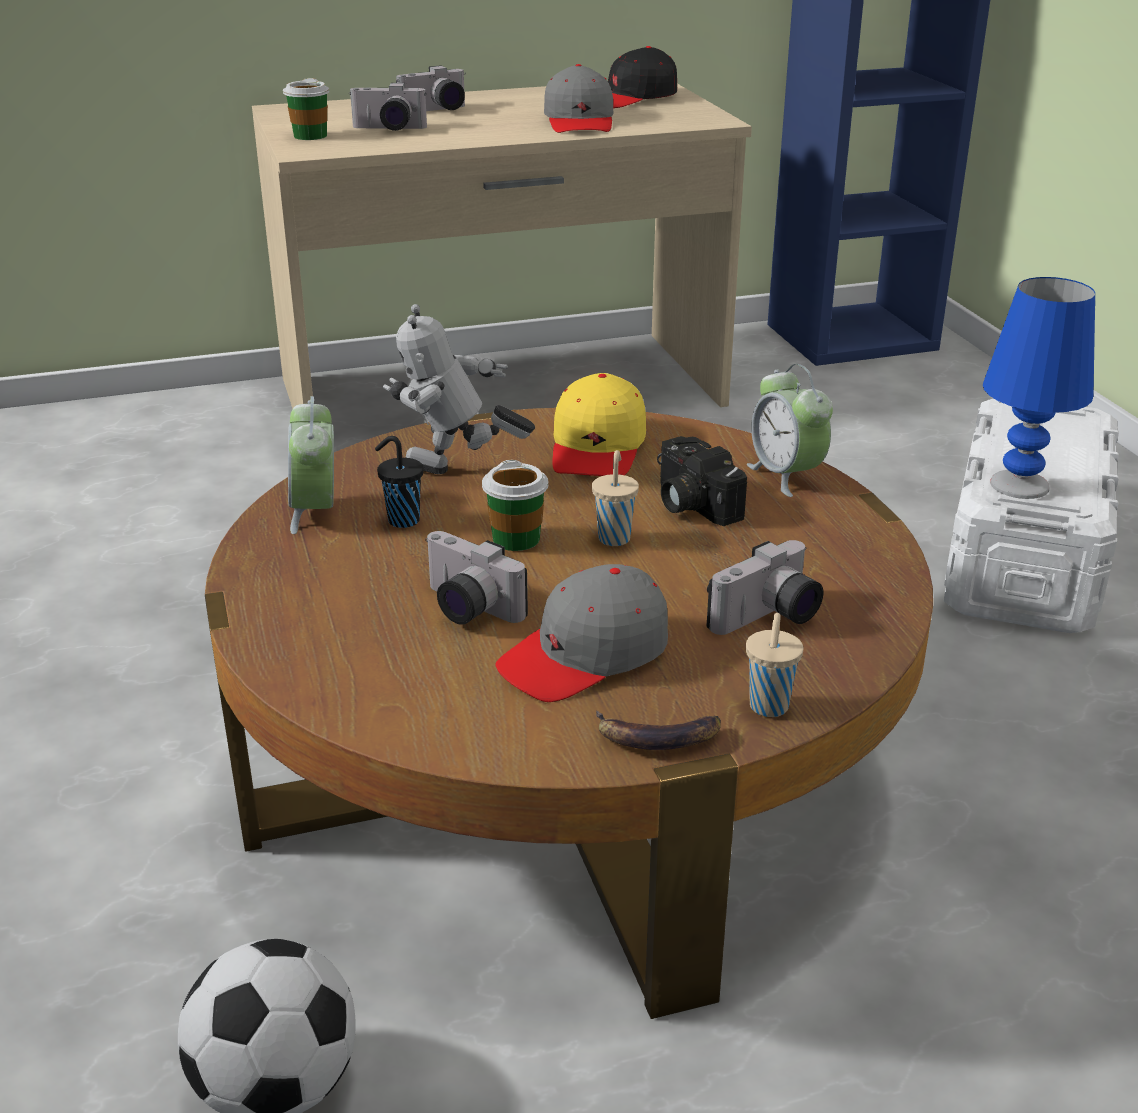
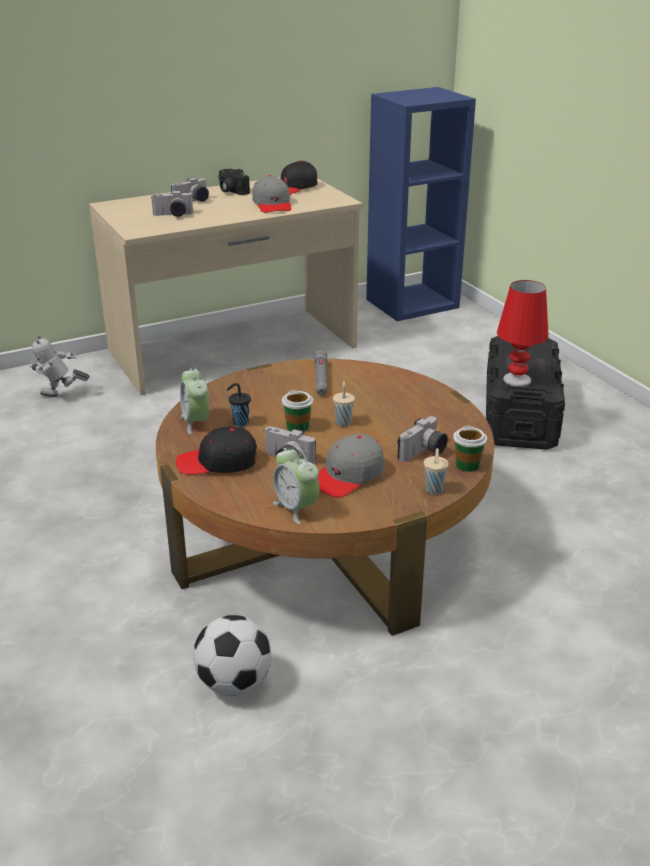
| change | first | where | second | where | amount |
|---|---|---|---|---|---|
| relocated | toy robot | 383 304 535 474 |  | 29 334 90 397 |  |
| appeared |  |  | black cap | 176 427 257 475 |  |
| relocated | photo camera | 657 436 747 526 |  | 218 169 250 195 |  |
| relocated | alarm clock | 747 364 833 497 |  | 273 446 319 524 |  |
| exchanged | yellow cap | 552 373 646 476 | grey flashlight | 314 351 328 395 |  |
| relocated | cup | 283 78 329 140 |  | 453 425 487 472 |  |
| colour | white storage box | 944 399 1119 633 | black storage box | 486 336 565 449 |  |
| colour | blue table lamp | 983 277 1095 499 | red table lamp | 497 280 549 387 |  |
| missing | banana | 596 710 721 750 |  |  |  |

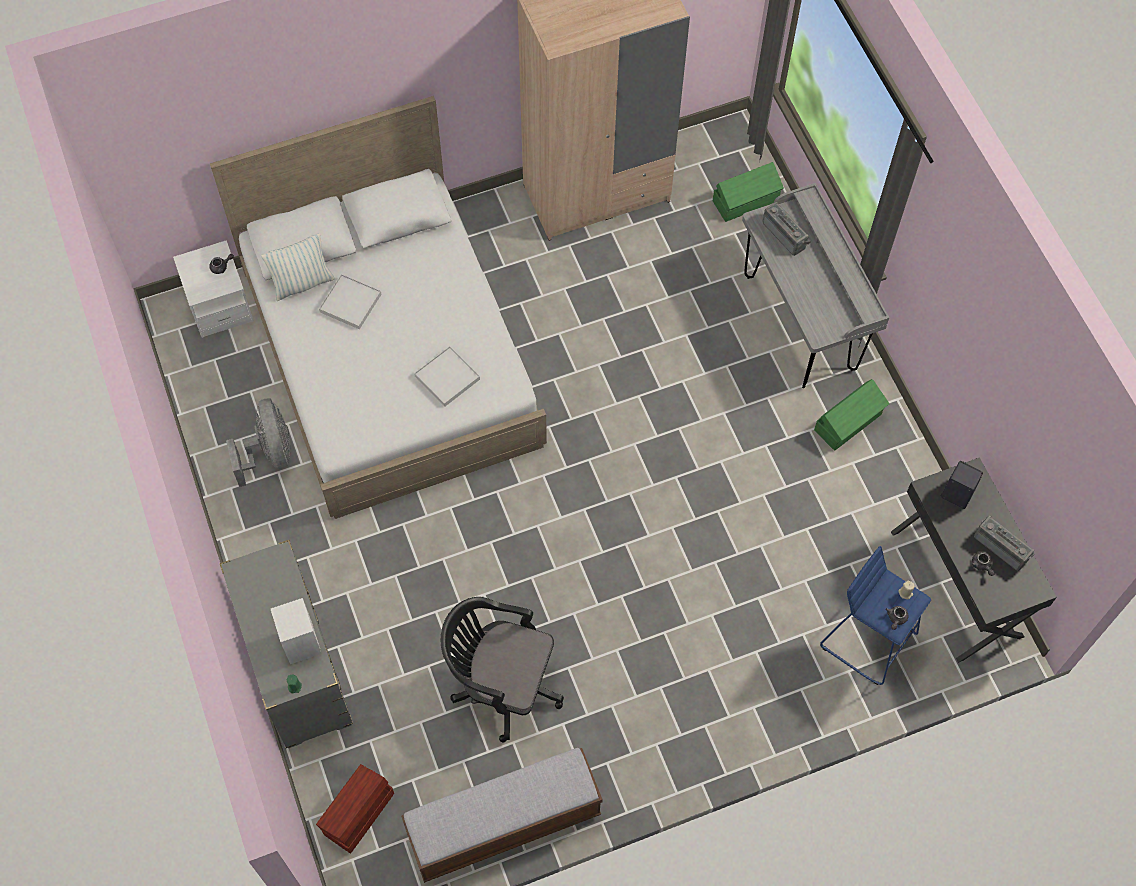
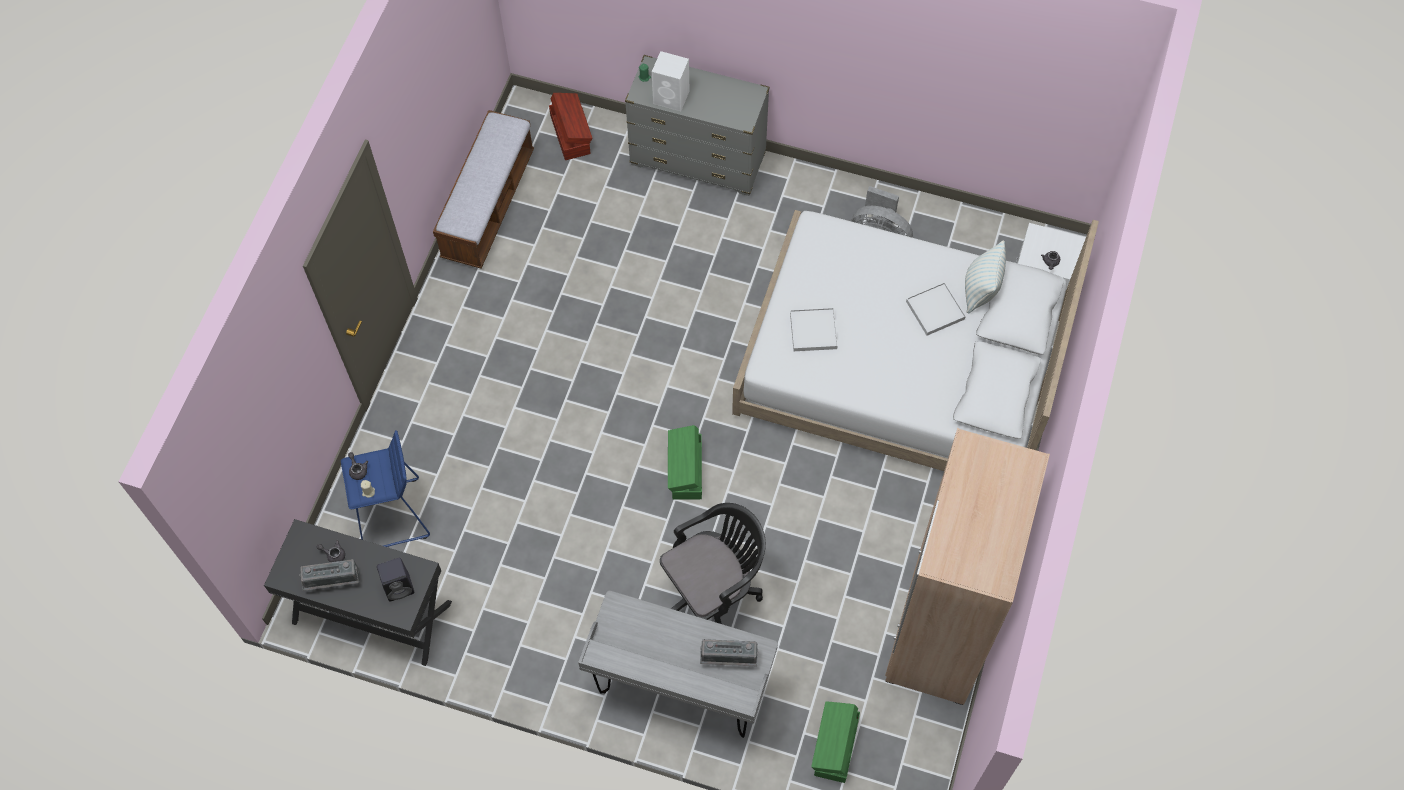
| change | first | where | second | where | amount |
|---|---|---|---|---|---|
| relocated | black office chair | 441 597 564 743 |  | 660 503 766 624 |  |
| relocated | green storage box | 814 379 889 451 |  | 668 425 702 500 |  |

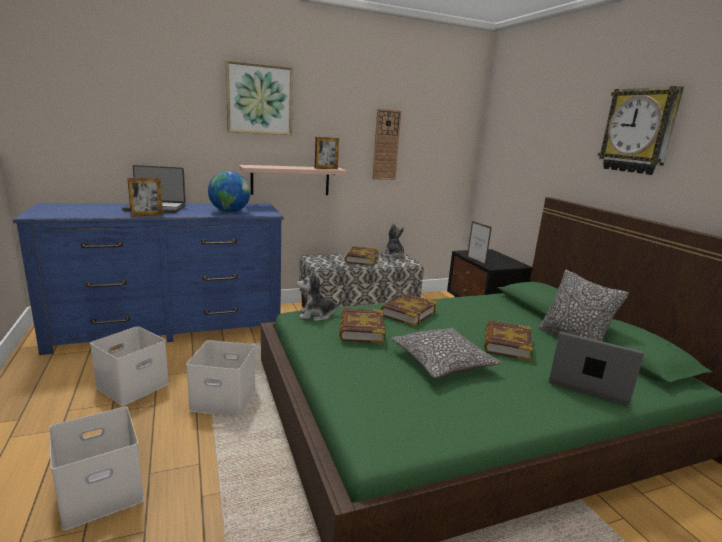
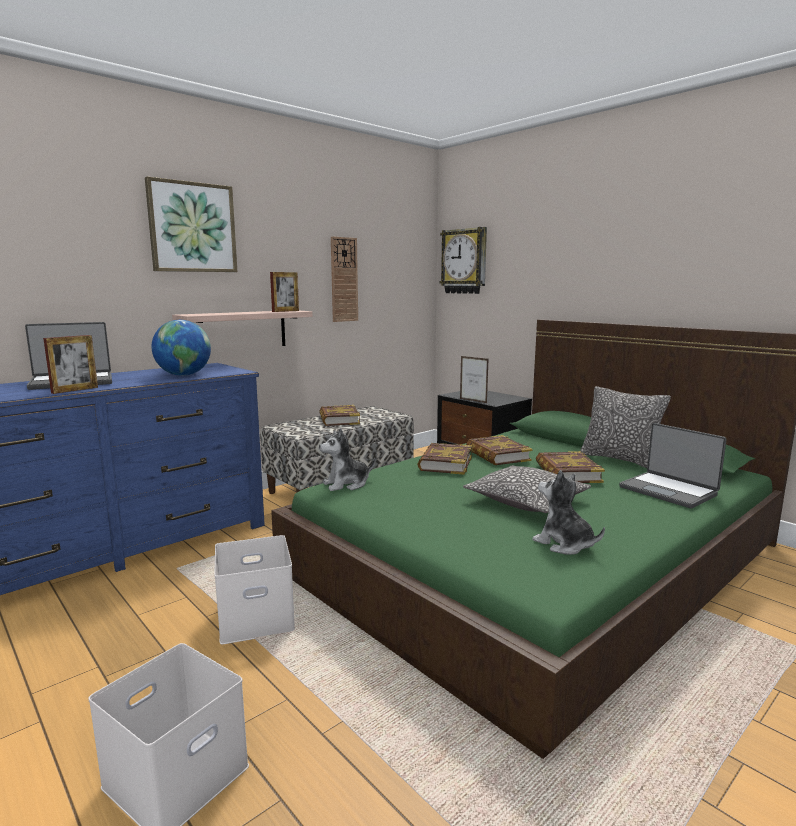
| change | first | where | second | where | amount |
|---|---|---|---|---|---|
| relocated | wall clock | 598 86 684 175 |  | 440 227 487 294 |  |
| relocated | book | 339 308 385 344 |  | 466 435 533 465 |  |
| relocated | plush toy | 383 223 404 258 |  | 532 470 605 555 |  |
| spun | laptop | 549 332 644 406 |  | 619 423 727 509 | 135 degrees counterclockwise |
| missing | white storage box | 90 326 169 406 |  |  |  |

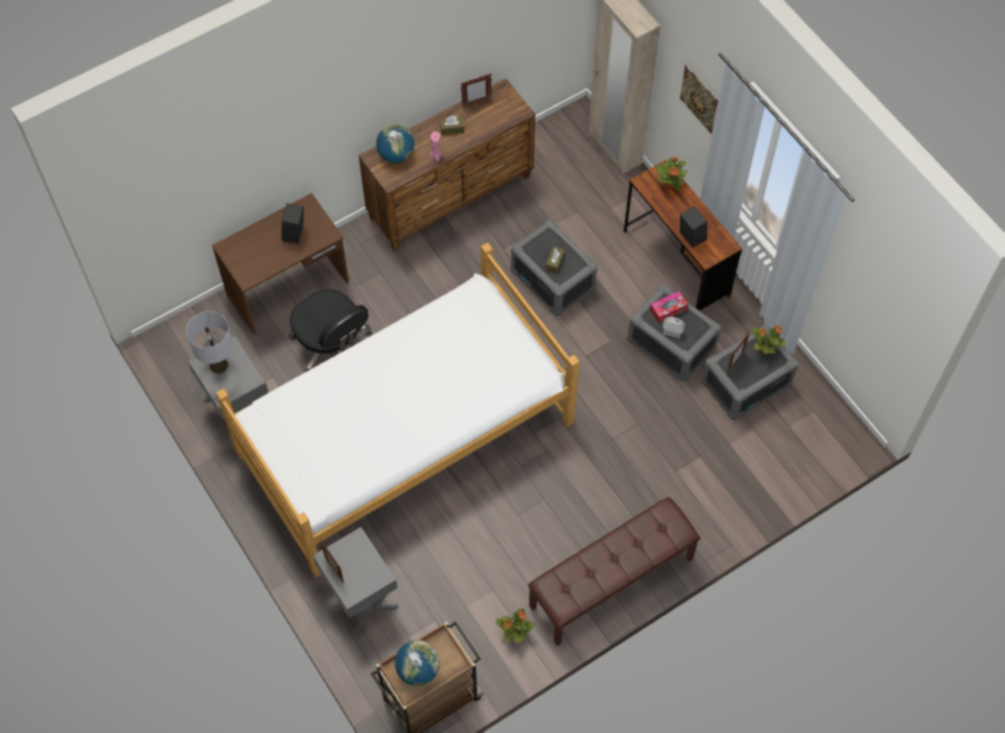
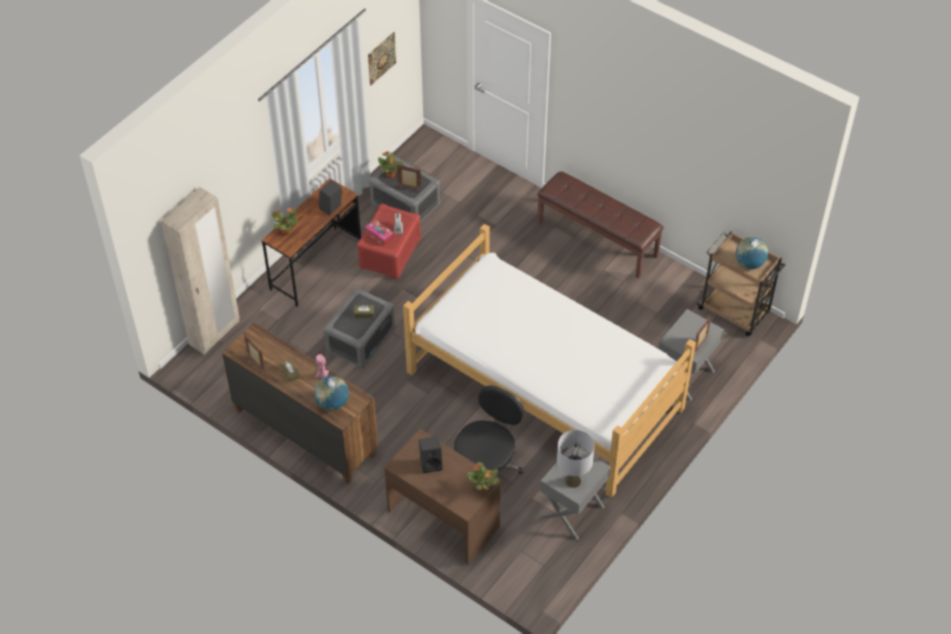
| change | first | where | second | where | amount |
|---|---|---|---|---|---|
| colour | grey storage box | 627 284 722 382 | red storage box | 357 204 421 279 |  |
| relocated | picture | 680 65 718 134 |  | 368 32 396 85 |  |
| relocated | potted plant | 496 608 534 643 |  | 467 462 500 492 |  |

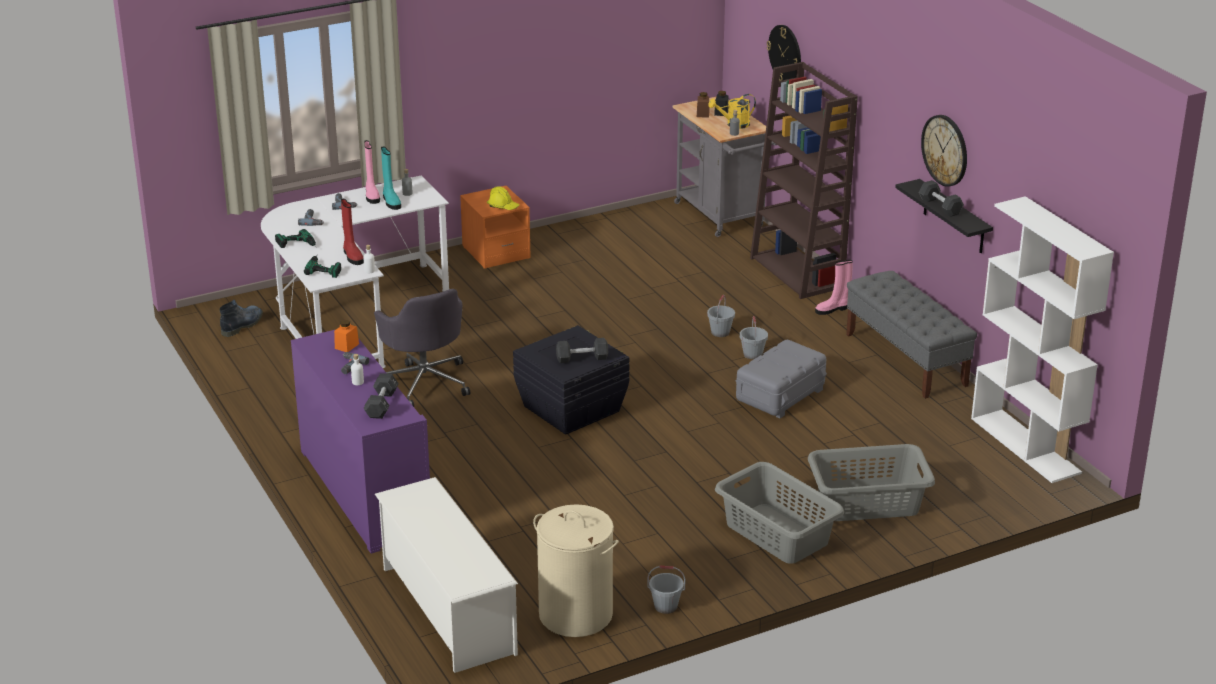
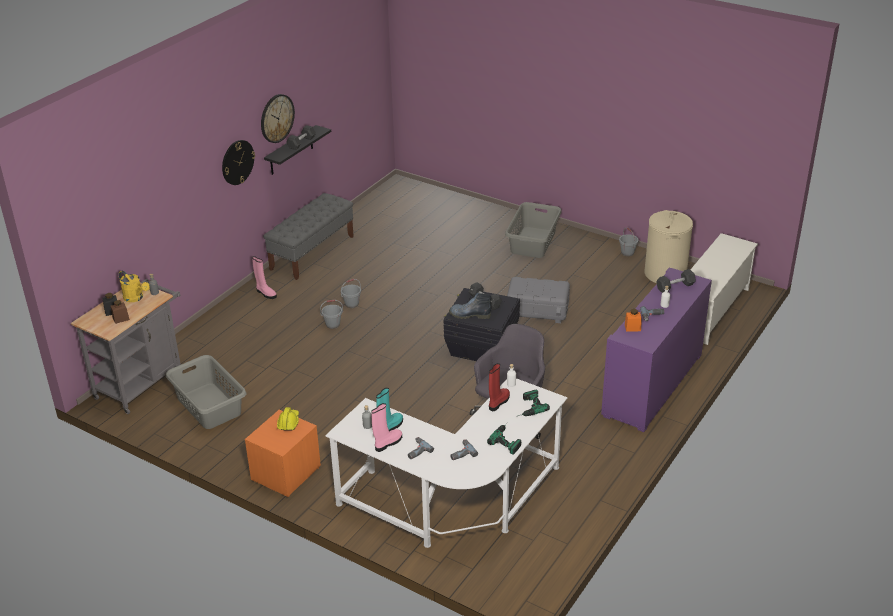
| change | first | where | second | where | amount |
|---|---|---|---|---|---|
| relocated | grey laundry basket | 808 444 935 521 |  | 166 355 247 429 |  |
| relocated | wall clock | 767 25 801 81 |  | 222 140 255 185 |  |
| relocated | boot | 219 300 263 337 |  | 449 293 492 319 |  |
| relocated | grey storage box | 736 340 827 419 |  | 507 277 570 323 |  |
| missing | brown bookcase | 750 62 858 299 |  |  |  |
| missing | white bookcase | 971 196 1114 483 |  |  |  |

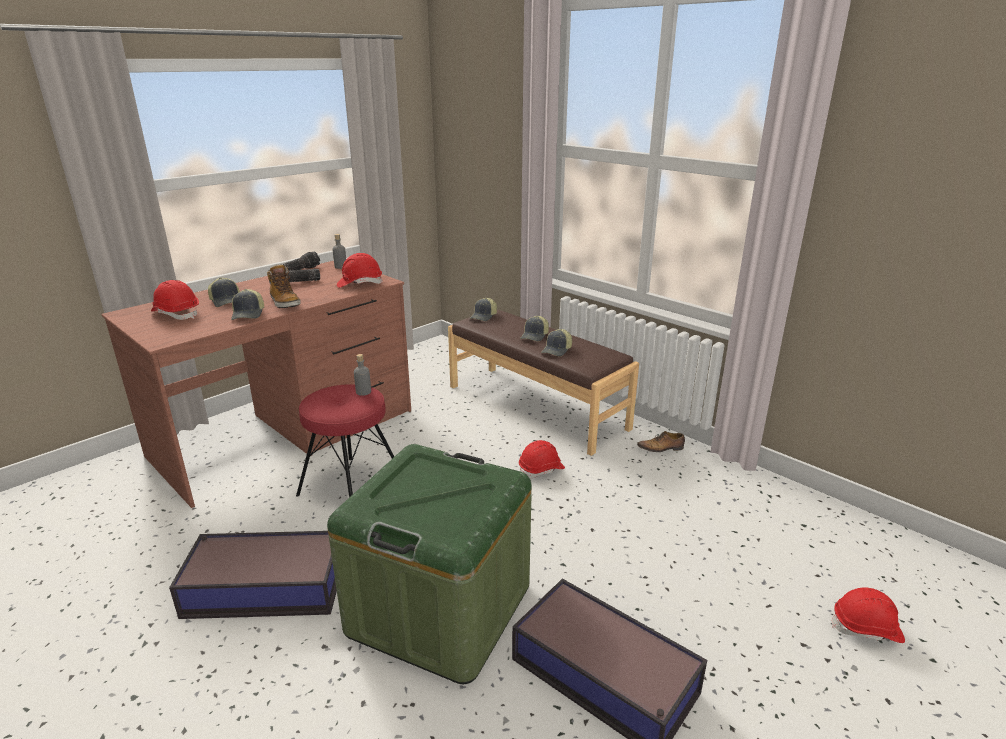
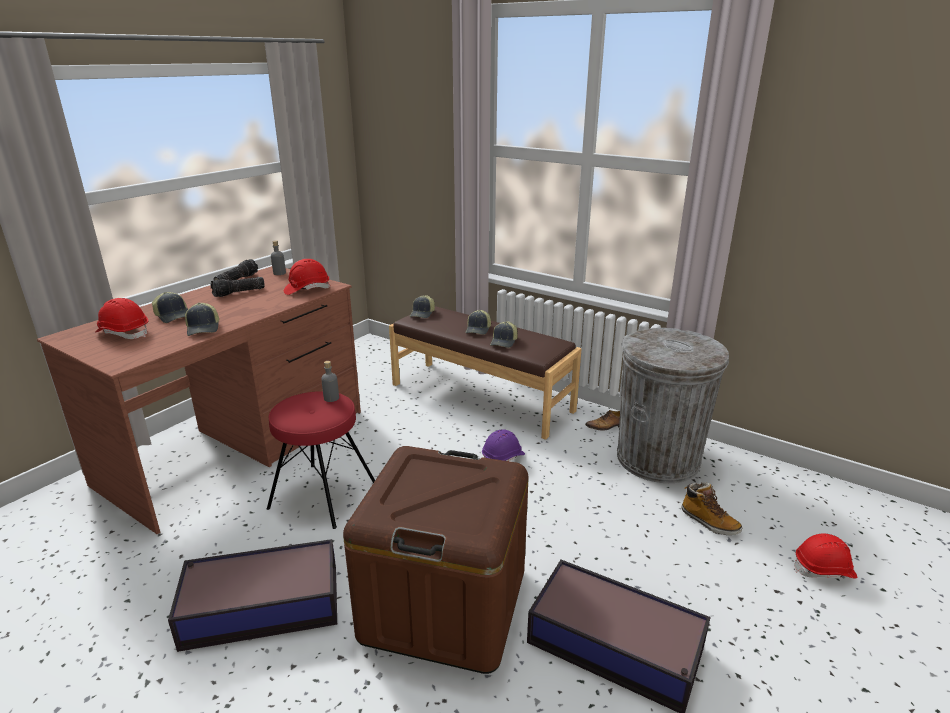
| change | first | where | second | where | amount |
|---|---|---|---|---|---|
| colour | green storage box | 327 444 532 684 | brown storage box | 343 446 529 674 |  |
| colour | red hard hat | 519 440 565 479 | purple hard hat | 482 429 525 461 |  |
| appeared |  |  | grey trash can | 617 328 729 483 |  |
| relocated | boot | 267 264 301 308 |  | 681 482 742 535 |  |

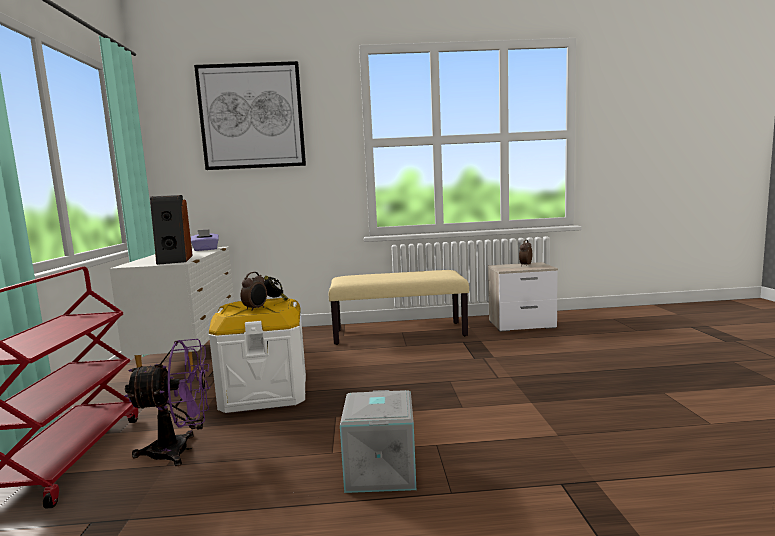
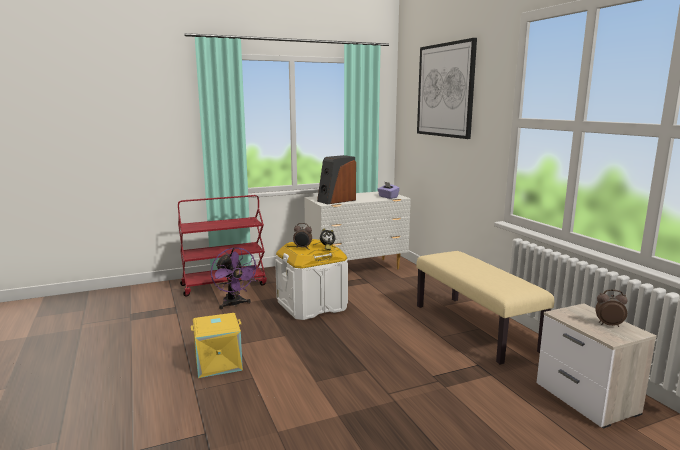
| change | first | where | second | where | amount |
|---|---|---|---|---|---|
| colour | grey storage box | 340 390 416 493 | yellow storage box | 191 313 243 378 |  |

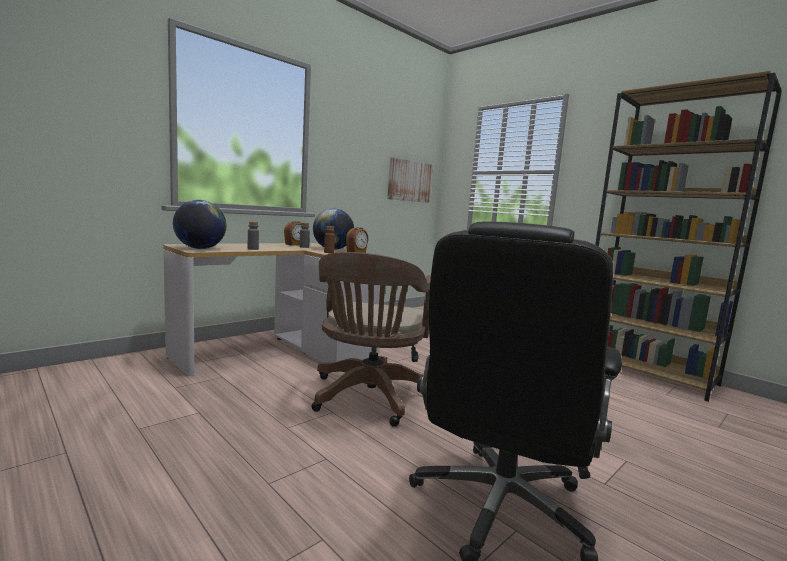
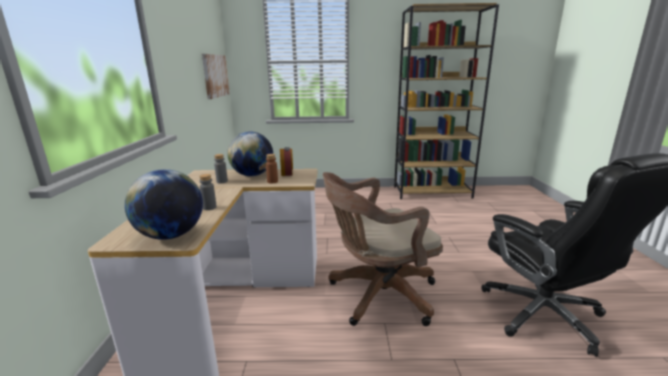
| change | first | where | second | where | amount |
|---|---|---|---|---|---|
| spun | brown office chair | 312 252 431 427 |  | 323 172 443 326 | 105 degrees clockwise |
| missing | alarm clock | 284 221 302 246 |  |  |  |

